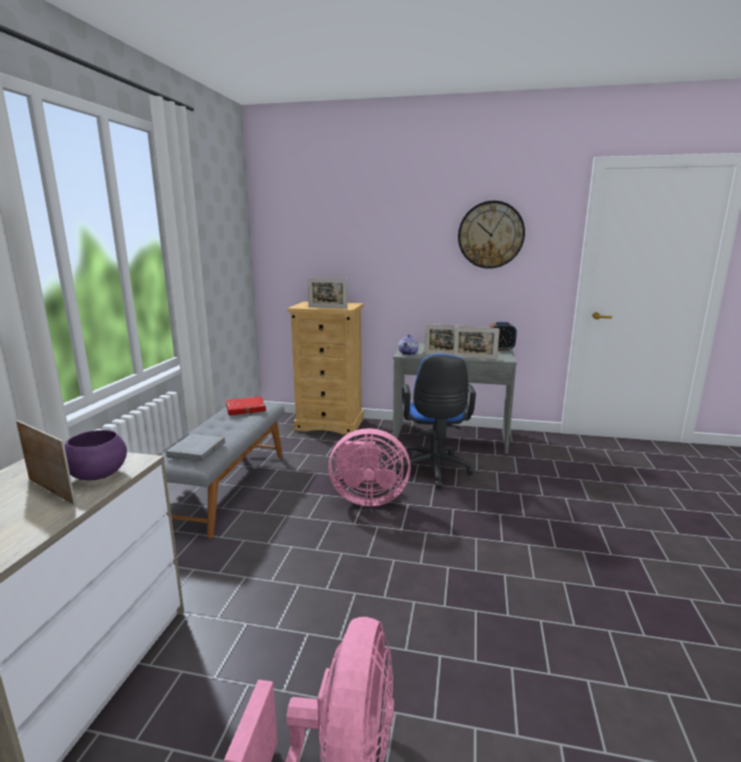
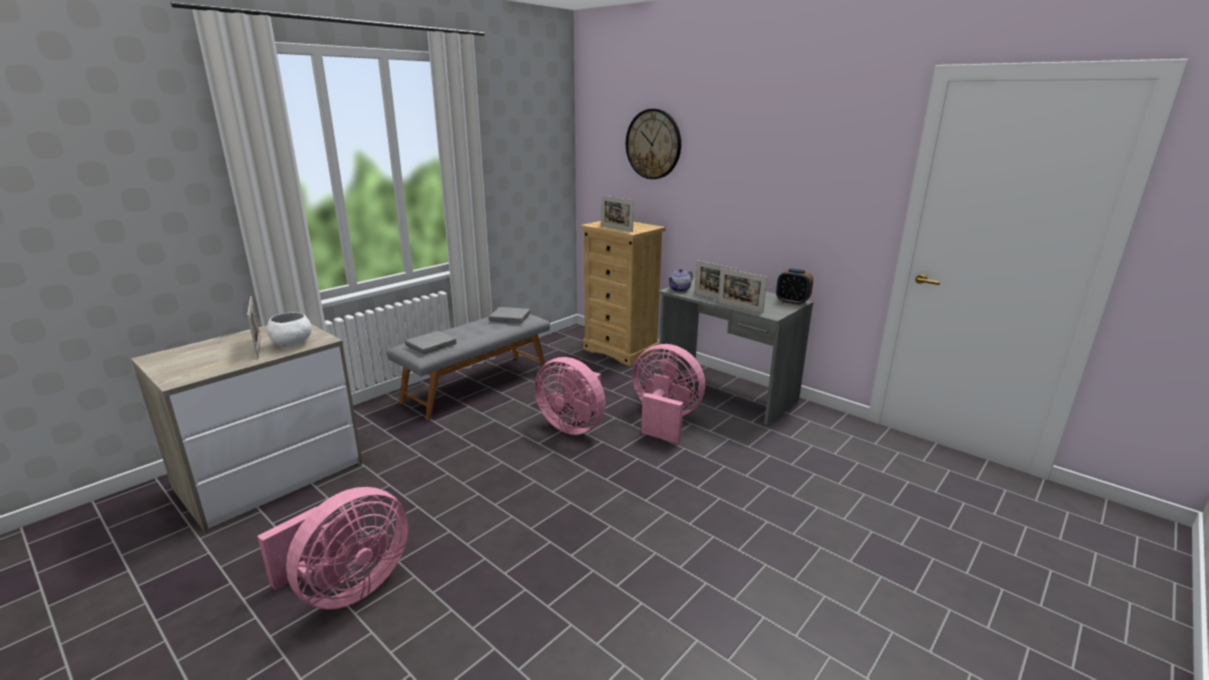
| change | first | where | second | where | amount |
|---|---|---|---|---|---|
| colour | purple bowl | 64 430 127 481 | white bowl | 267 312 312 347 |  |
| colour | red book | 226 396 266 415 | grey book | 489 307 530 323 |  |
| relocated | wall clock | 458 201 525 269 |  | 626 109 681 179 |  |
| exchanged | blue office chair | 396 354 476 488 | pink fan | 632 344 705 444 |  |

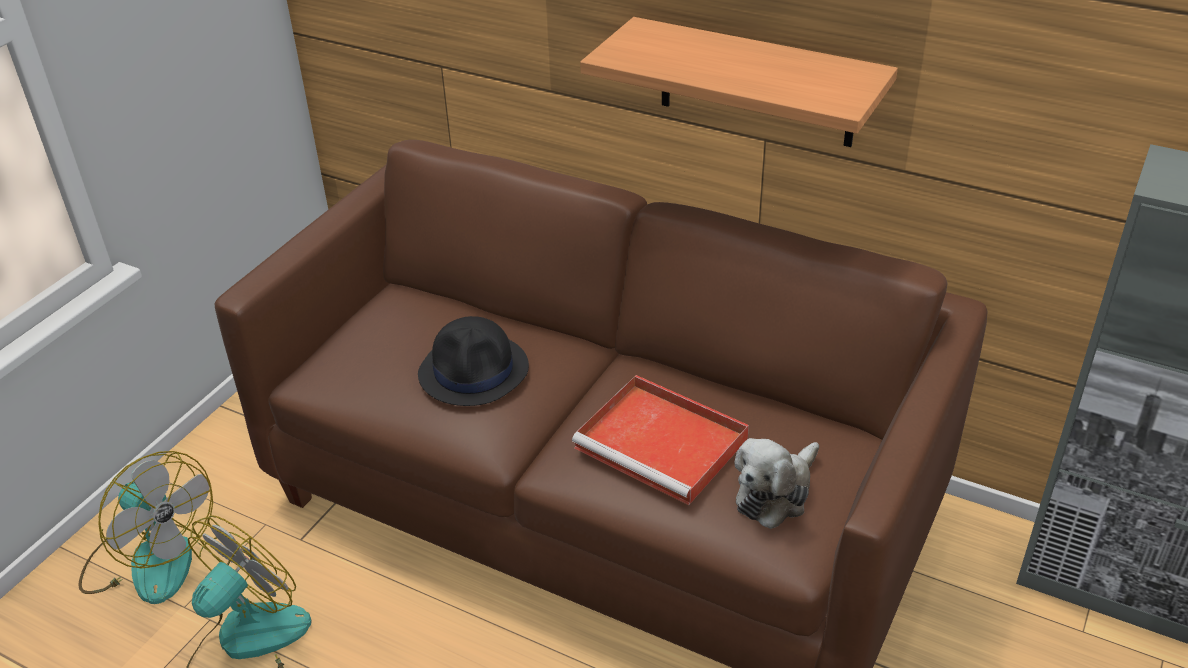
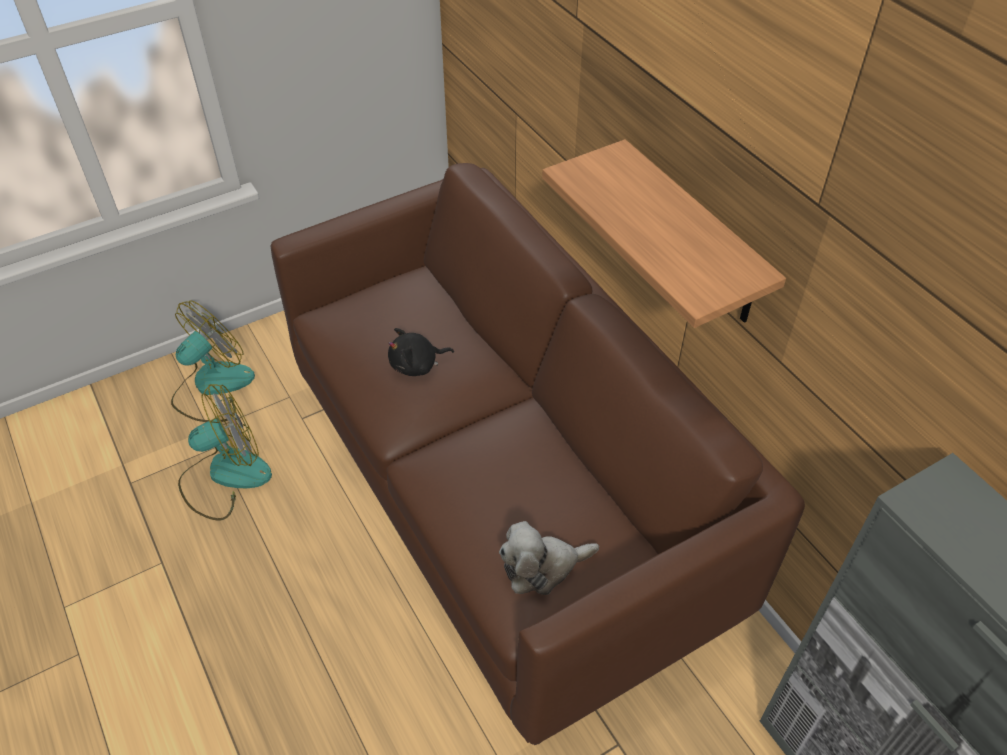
| change | first | where | second | where | amount |
|---|---|---|---|---|---|
| spun | fan | 78 451 213 604 |  | 171 300 255 422 | 120 degrees counterclockwise |
| exchanged | black hat | 418 316 529 406 | black plush toy | 388 328 454 376 |  |
| missing | red tray | 572 375 749 505 |  |  |  |

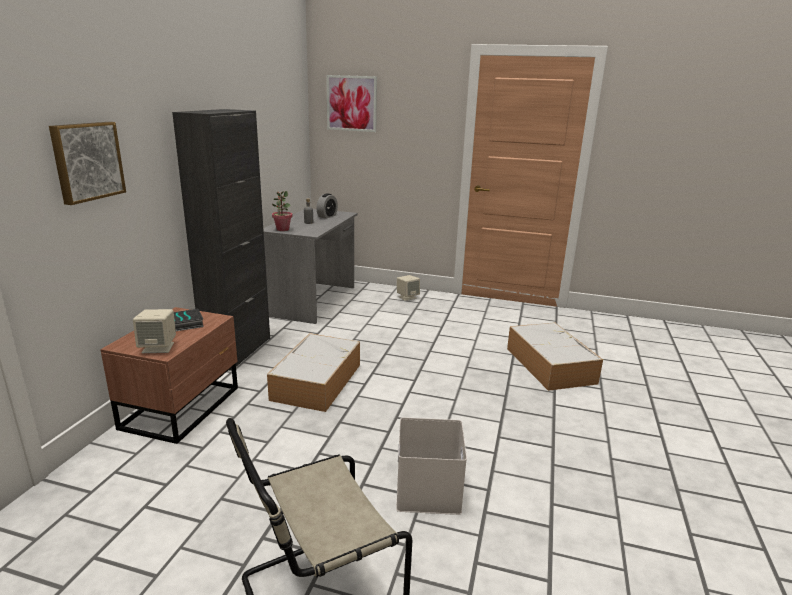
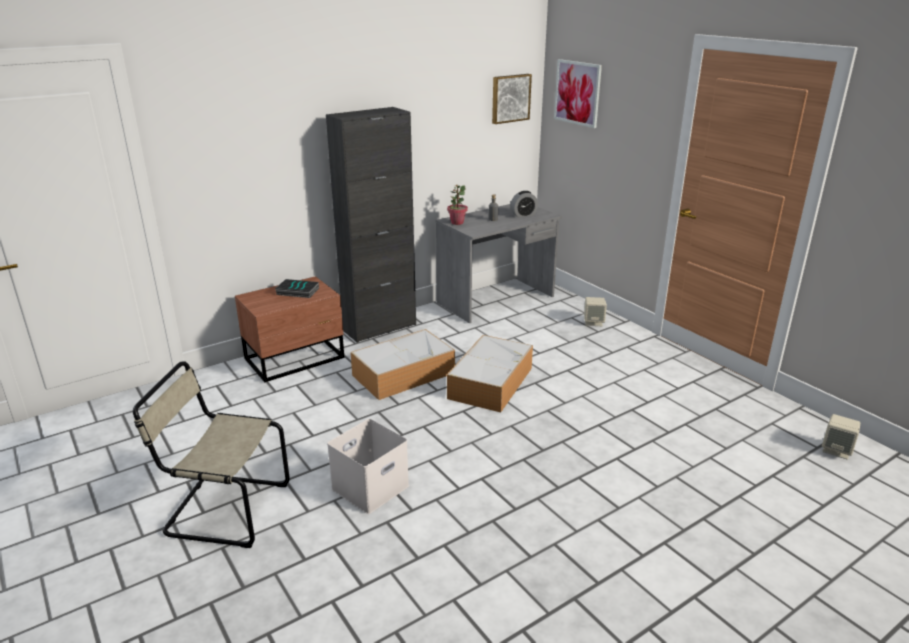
| change | first | where | second | where | amount |
|---|---|---|---|---|---|
| relocated | storage box | 507 322 603 391 |  | 447 335 533 413 |  |
| relocated | picture | 49 122 126 205 |  | 492 74 532 124 |  |
| relocated | beige speaker | 133 309 176 353 |  | 822 414 860 460 |  |

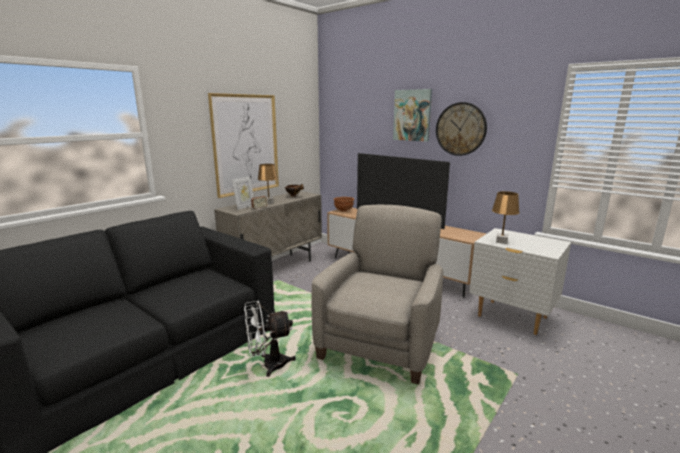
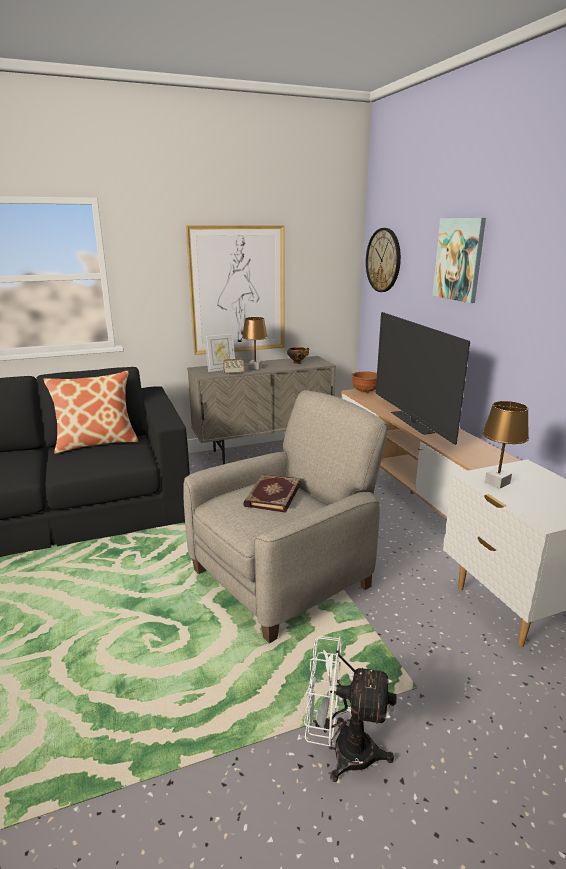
| change | first | where | second | where | amount |
|---|---|---|---|---|---|
| appeared |  |  | pillow | 43 370 139 454 |  |
| appeared |  |  | book | 243 474 300 513 |  |
| relocated | white fan | 244 301 296 377 |  | 304 636 397 782 |  |
| relocated | wall clock | 436 102 487 156 |  | 366 228 401 292 |  |

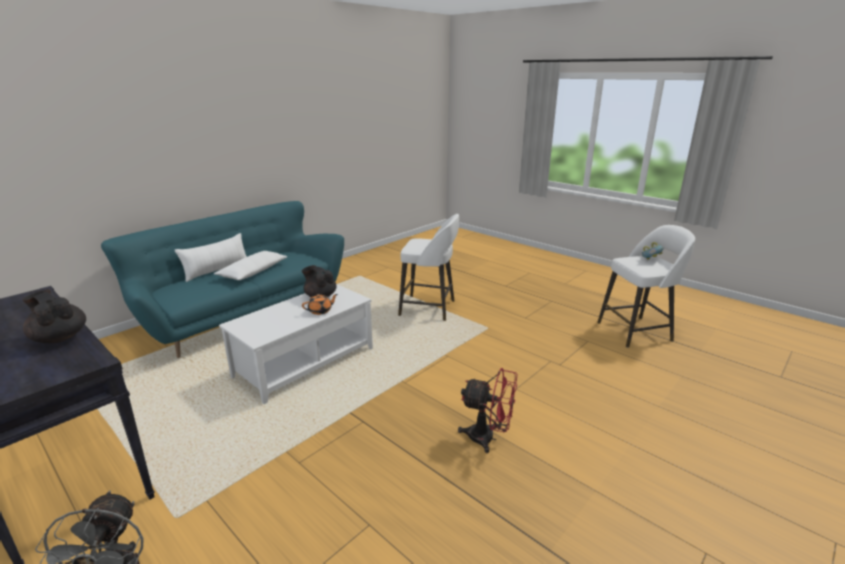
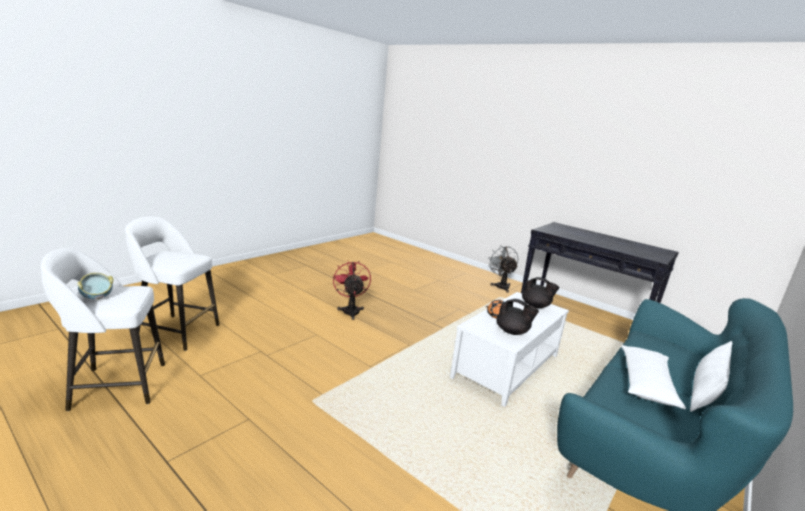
| change | first | where | second | where | amount |
|---|---|---|---|---|---|
| relocated | white stool | 398 214 459 321 |  | 125 216 220 351 |  |
| spun | red fan | 458 368 517 453 |  | 333 261 371 320 | 60 degrees clockwise |
| relocated | black teapot | 22 289 86 343 |  | 522 277 559 308 |  |

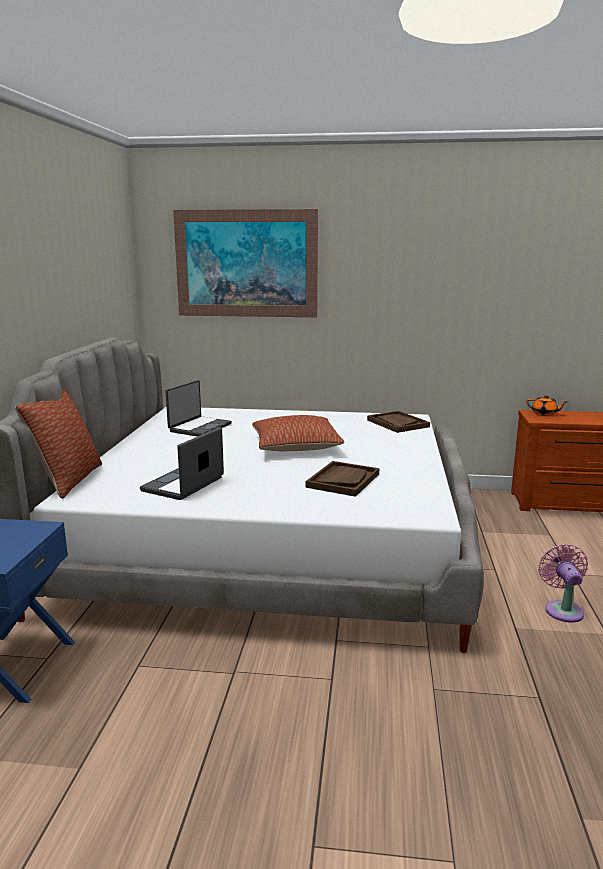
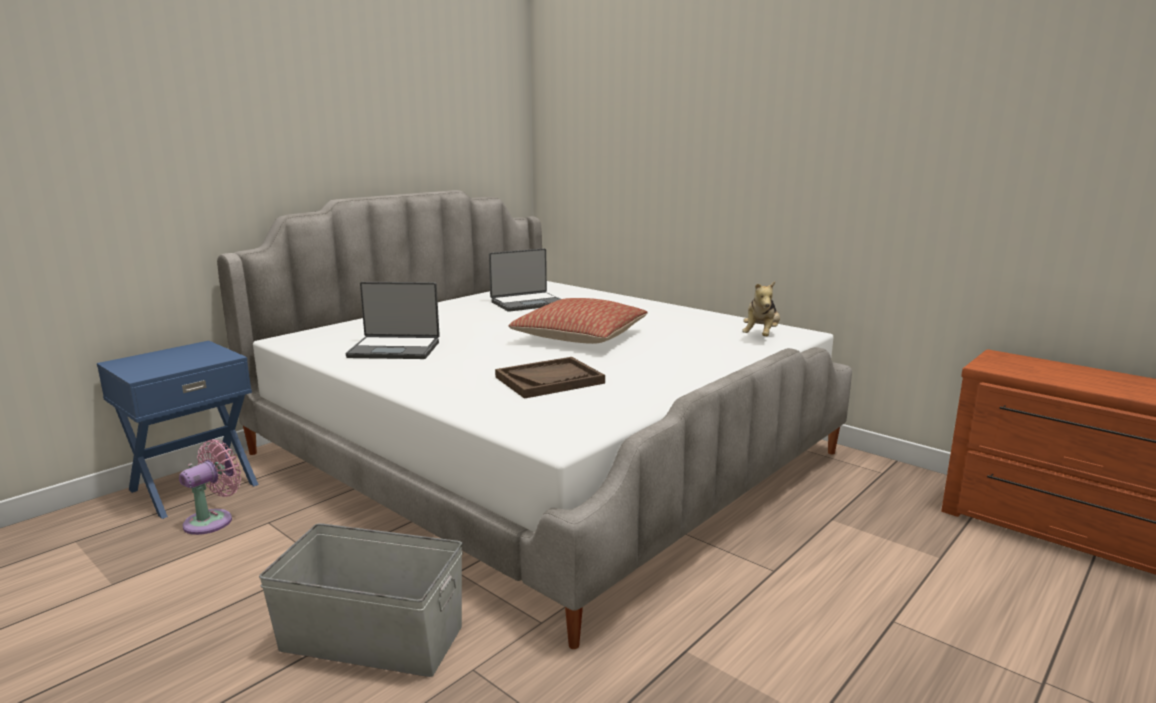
| change | first | where | second | where | amount |
|---|---|---|---|---|---|
| relocated | pink fan | 538 544 588 622 |  | 179 439 241 535 |  |
| appeared |  |  | grey storage box | 259 523 463 677 |  |
| spun | laptop | 140 427 224 500 |  | 346 282 440 359 | 150 degrees counterclockwise |
| exchanged | brown tray | 367 411 430 433 | plush toy | 742 281 780 336 |  |
| missing | pillow | 15 389 102 499 |  |  |  |
| missing | picture | 173 209 318 317 |  |  |  |
| missing | orange teapot | 526 395 568 416 |  |  |  |

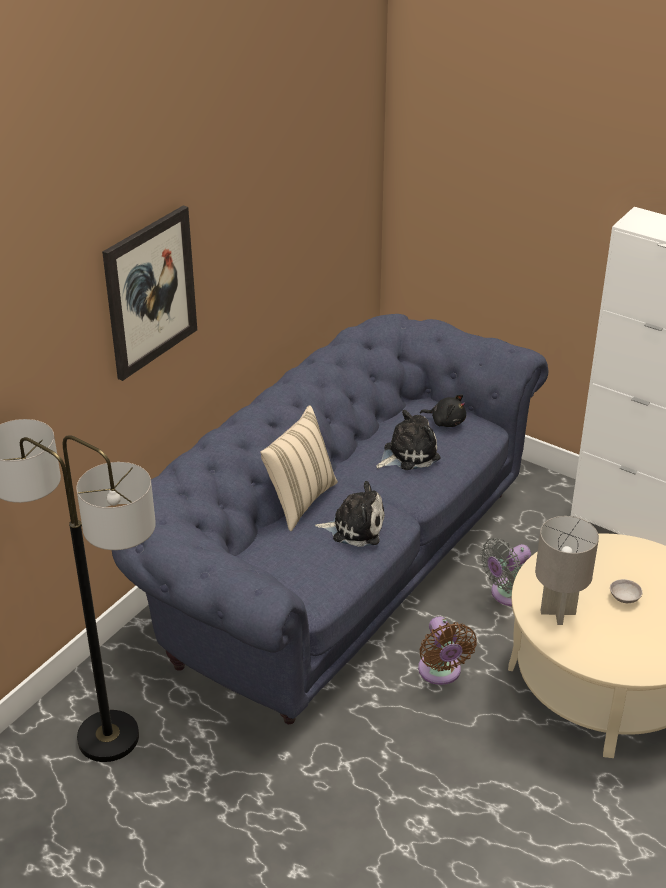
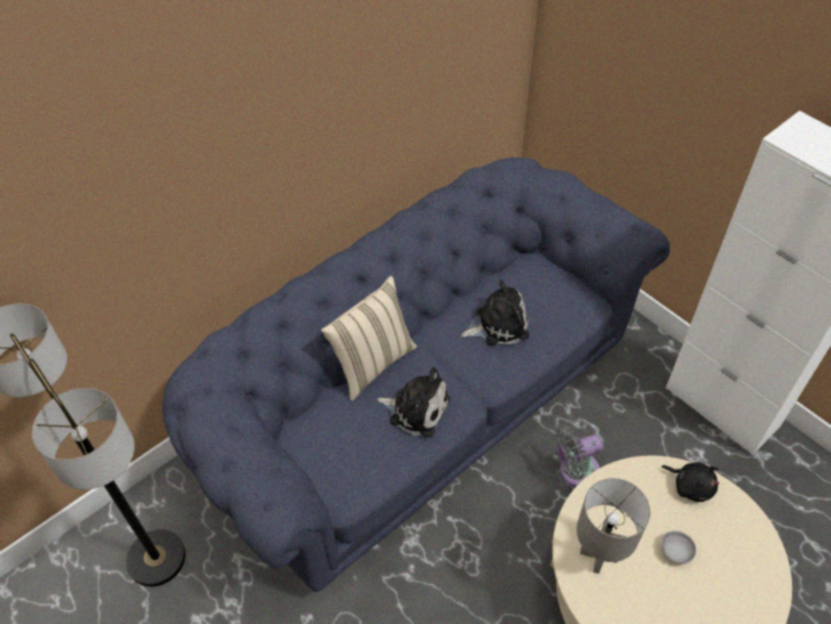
| change | first | where | second | where | amount |
|---|---|---|---|---|---|
| relocated | black plush toy | 420 394 466 427 |  | 662 463 719 502 |  |
| missing | picture | 102 205 197 381 |  |  |  |
| missing | brown fan | 418 616 477 685 |  |  |  |

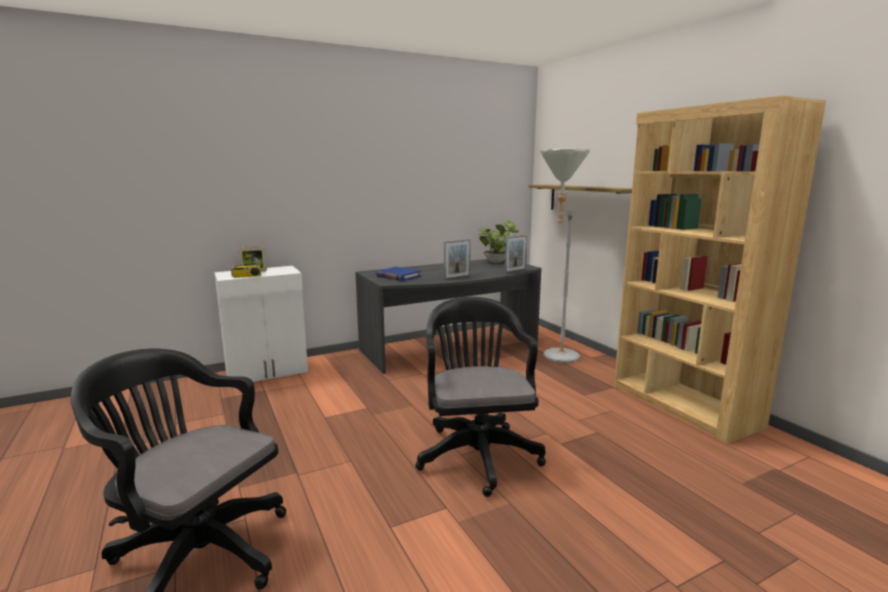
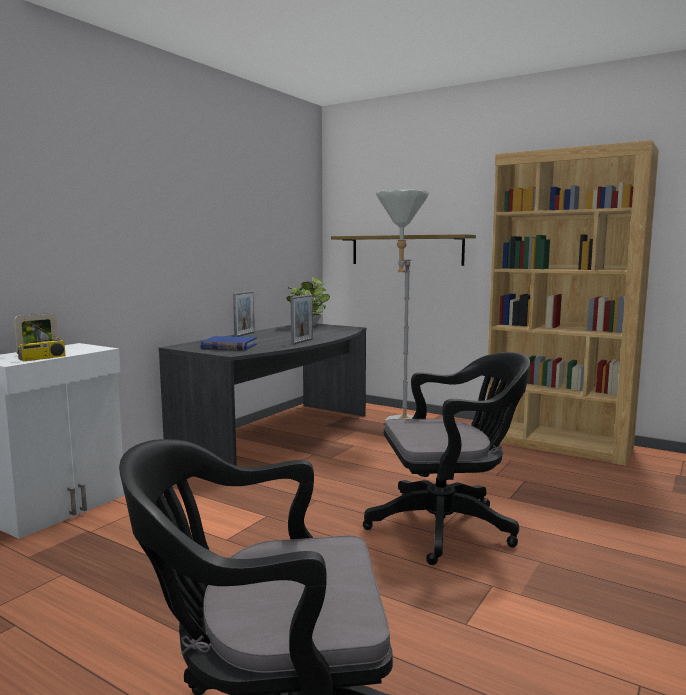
| change | first | where | second | where | amount |
|---|---|---|---|---|---|
| relocated | picture frame | 504 235 528 273 |  | 233 291 255 337 |  |
| spun | black office chair | 415 297 546 497 |  | 363 352 530 565 | 120 degrees clockwise |

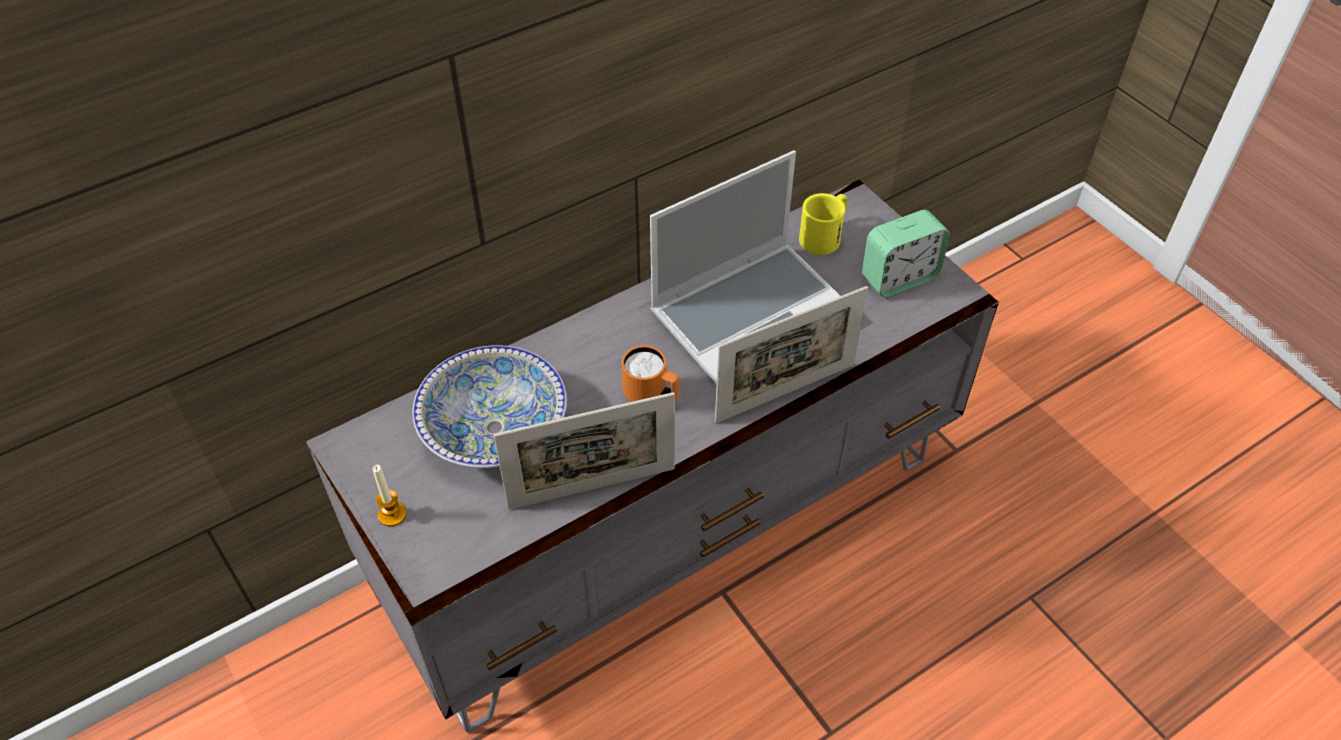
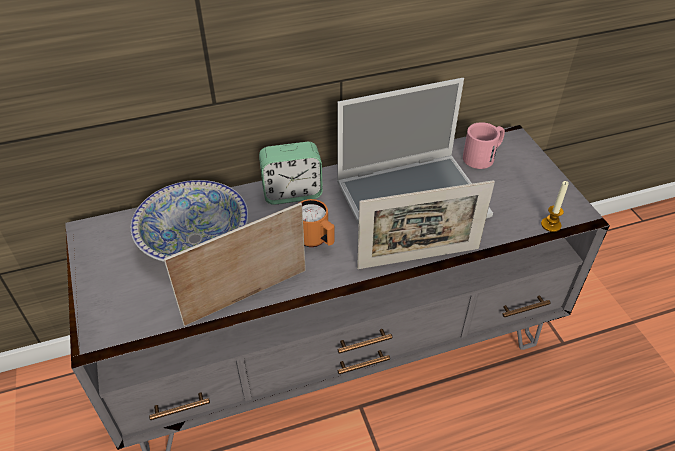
| change | first | where | second | where | amount |
|---|---|---|---|---|---|
| spun | picture frame | 493 392 675 510 |  | 164 202 306 326 | 150 degrees clockwise |
| relocated | alarm clock | 862 210 950 297 |  | 259 142 323 205 |  |
| colour | yellow mug | 799 193 847 255 | pink mug | 463 122 505 169 |  |
| relocated | candle | 373 465 407 526 |  | 541 181 569 232 |  |

